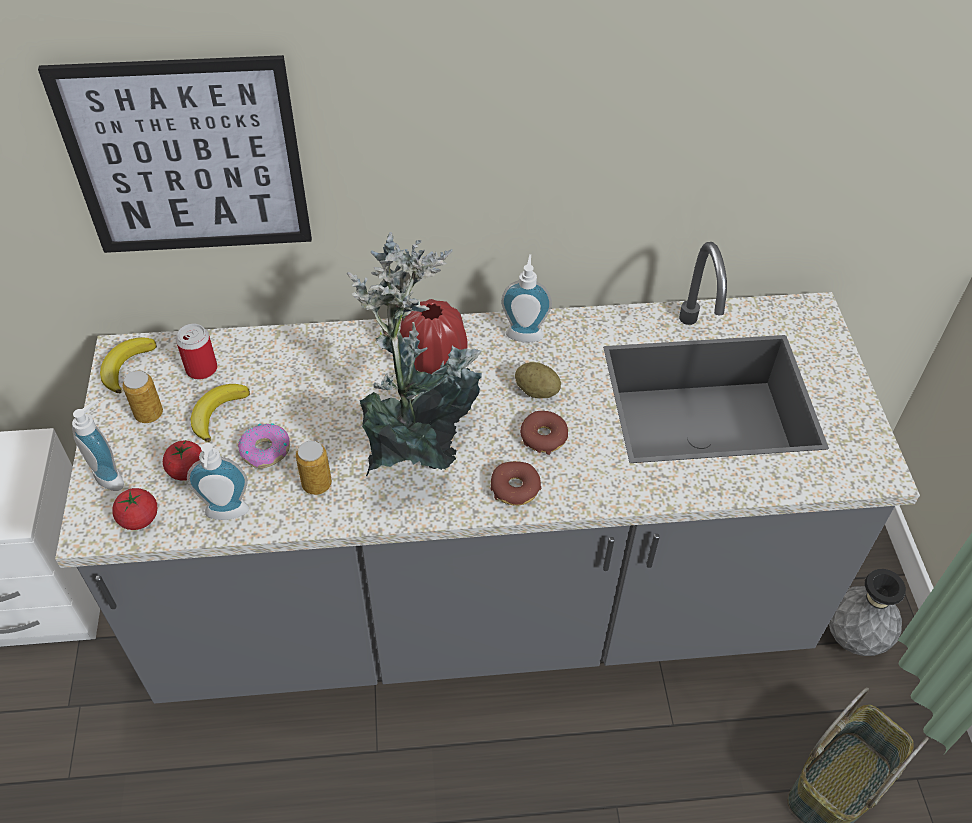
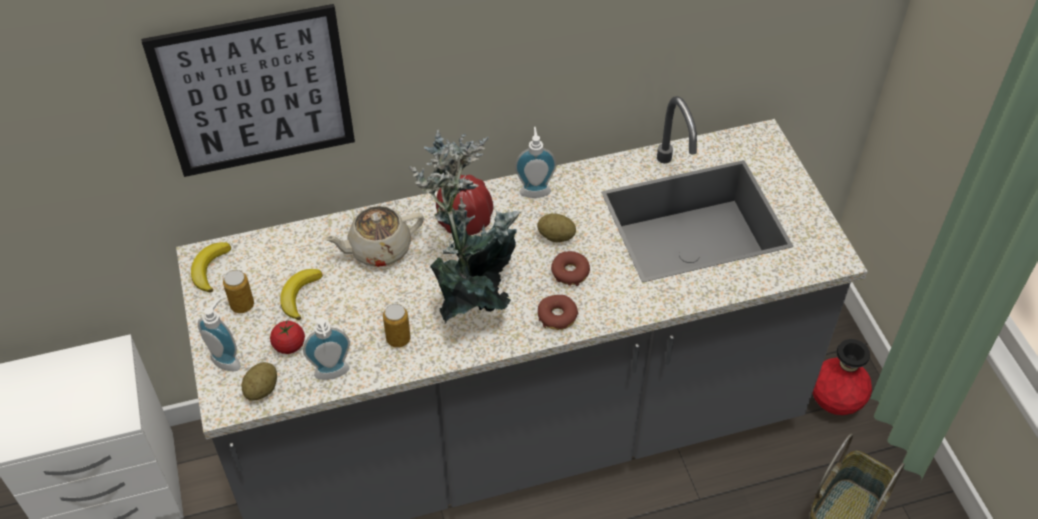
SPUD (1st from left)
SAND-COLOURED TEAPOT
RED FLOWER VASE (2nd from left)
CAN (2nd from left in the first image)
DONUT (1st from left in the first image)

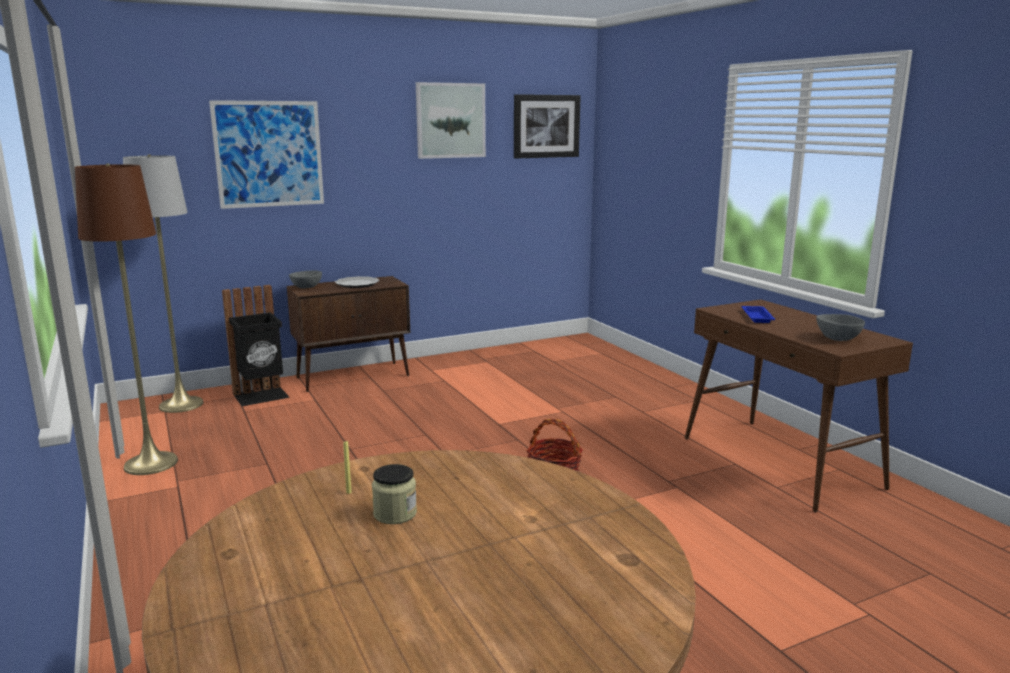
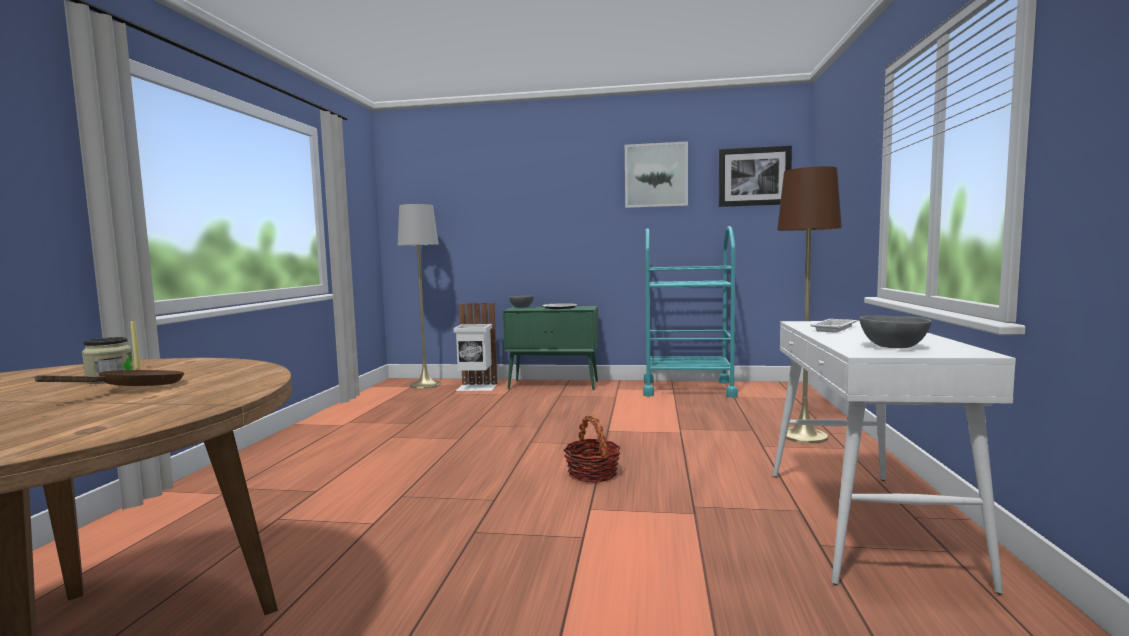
BROWNISH FRYING PAN
WHITISH WASTE BIN
GREEN STORAGE CABINET
TURQUOISE WHEELED CART
WHITISH NARROW TABLE
BROWNISH FLOOR LAMP
WHITISH CARRYING TRAY
WALL ART (1st from left in the first image)

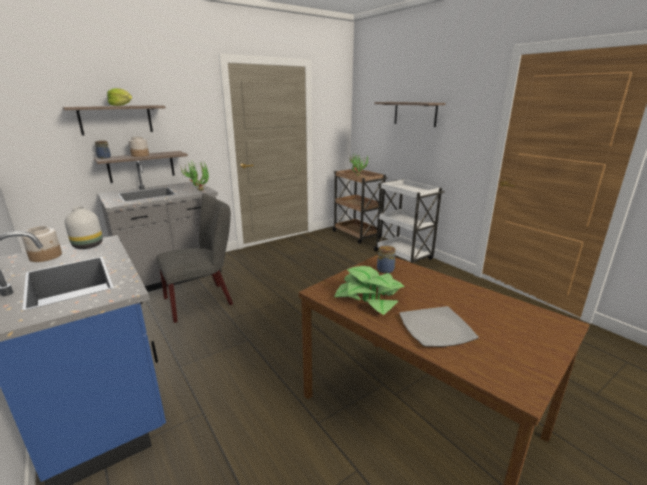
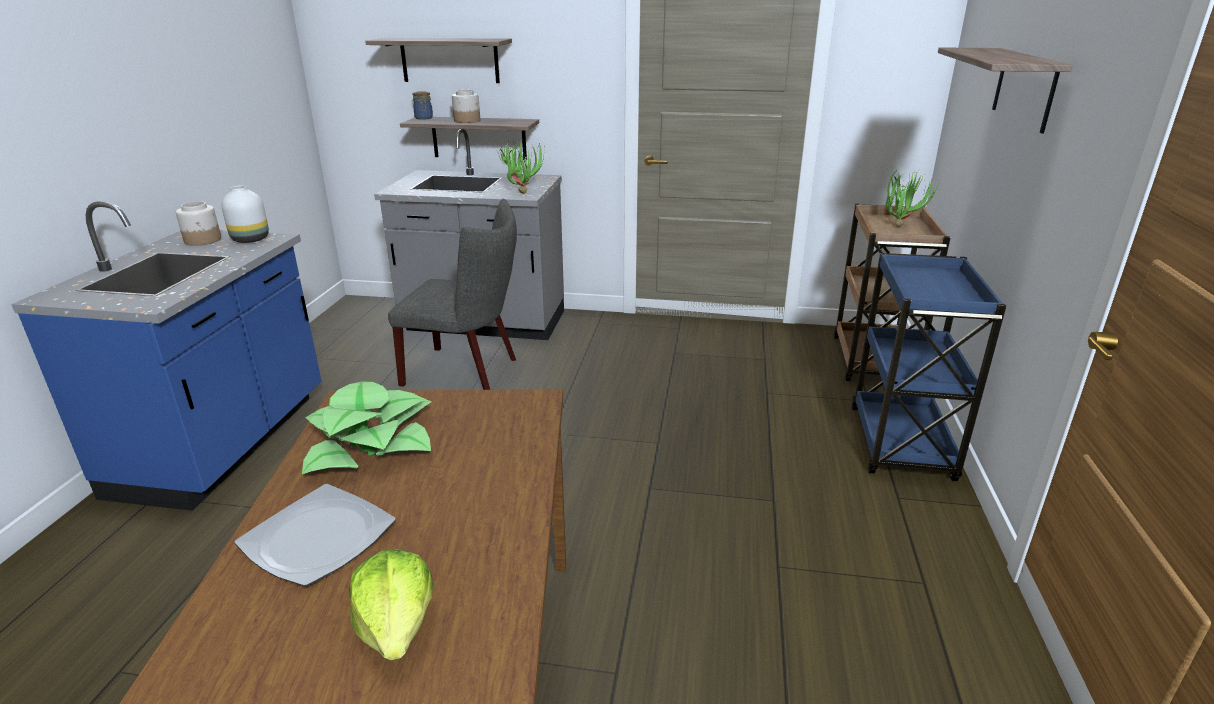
LETTUCE HEAD
BLUE WHEELED CART
JAR (4th from left in the first image)

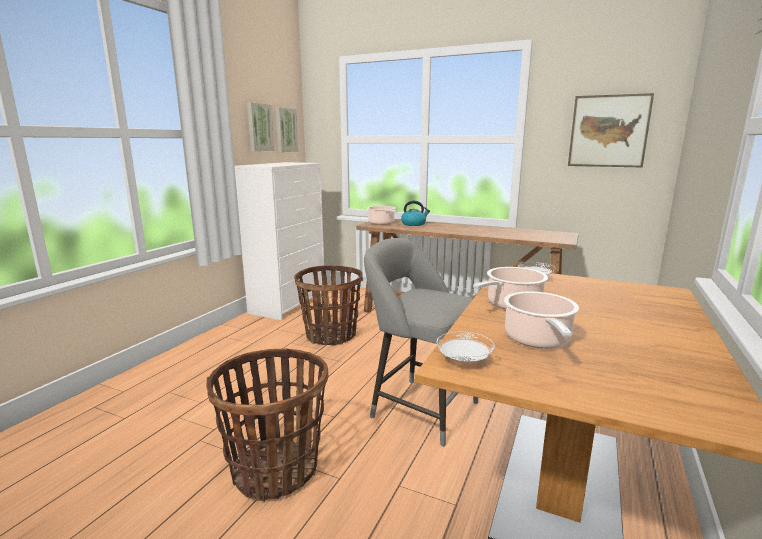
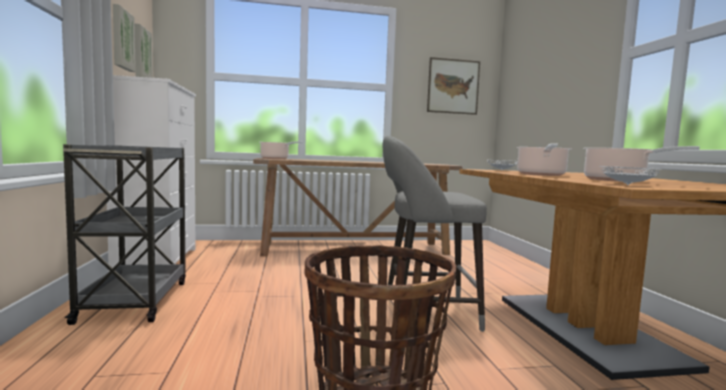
GRAY WHEELED CART
BASKET (2nd from left in the first image)
WATER KETTLE

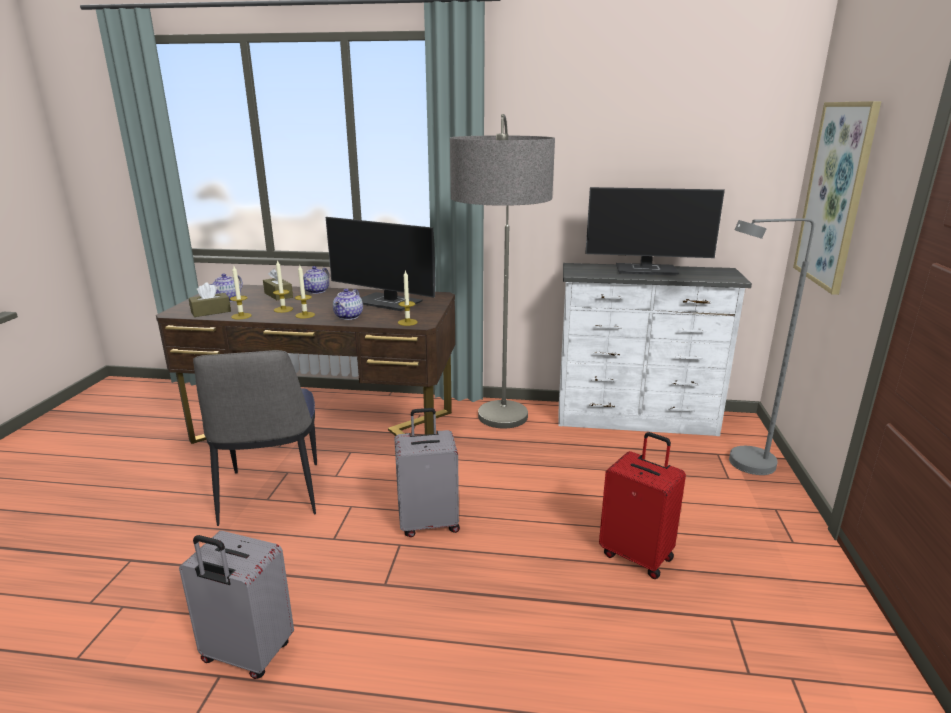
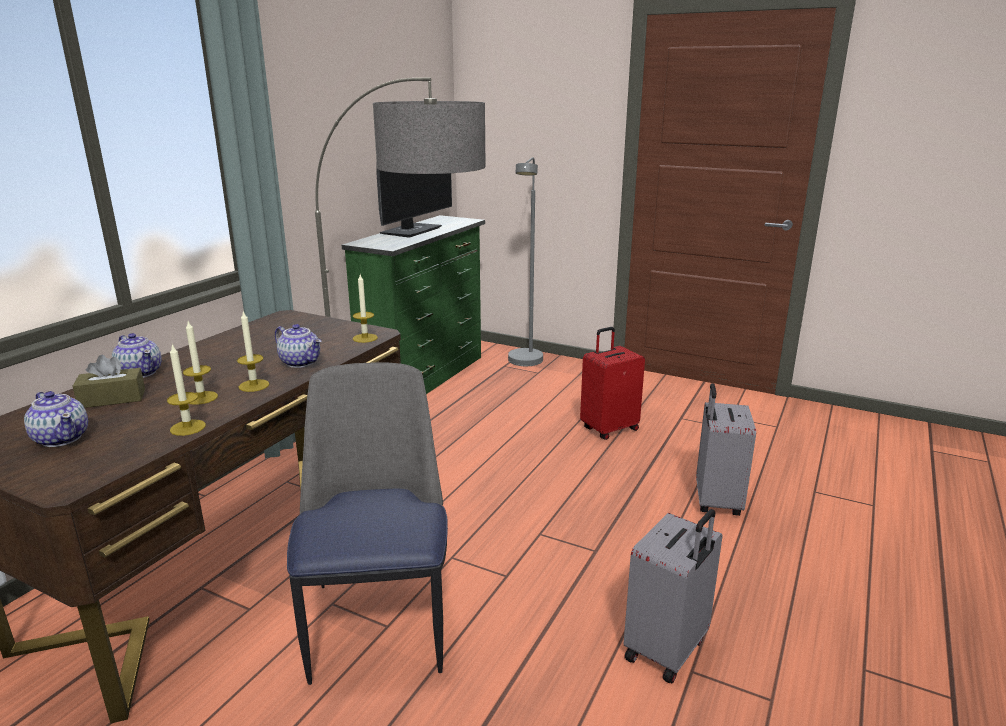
CHAIR
GREEN CHEST OF DRAWERS
GRAY TRAVEL CASE (2nd from left)
BROWNISH TISSUE HOLDER (1st from left in the first image)
MONITOR (1st from left in the first image)
WALL ART

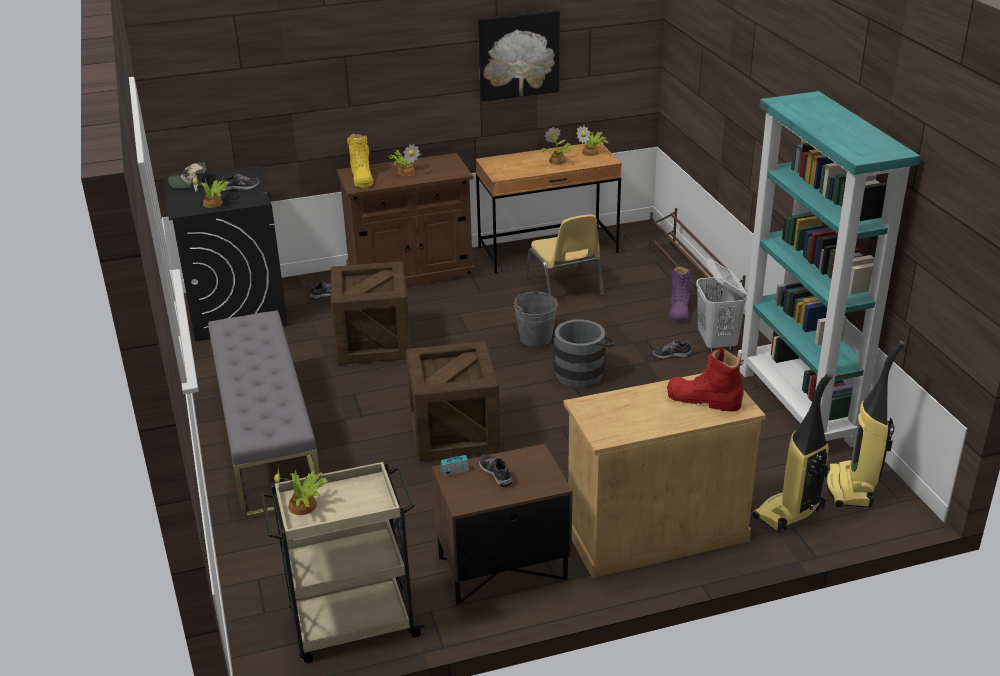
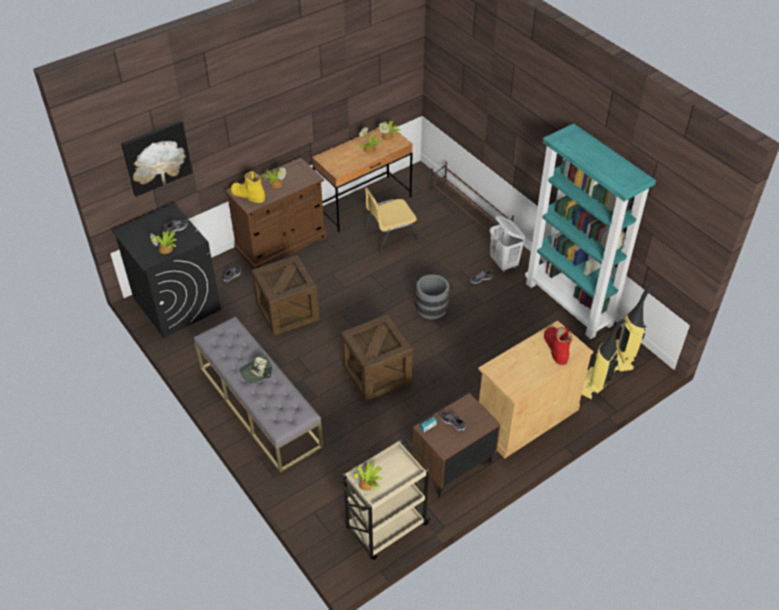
WALL ART
YELLOWISH HIGH-TOP BOOT
PEAKED CAP
YELLOWISH CHAIR
RED HIGH-TOP BOOT
GRAY PAIL (1st from left in the first image)
PURPLE HIGH-TOP BOOT

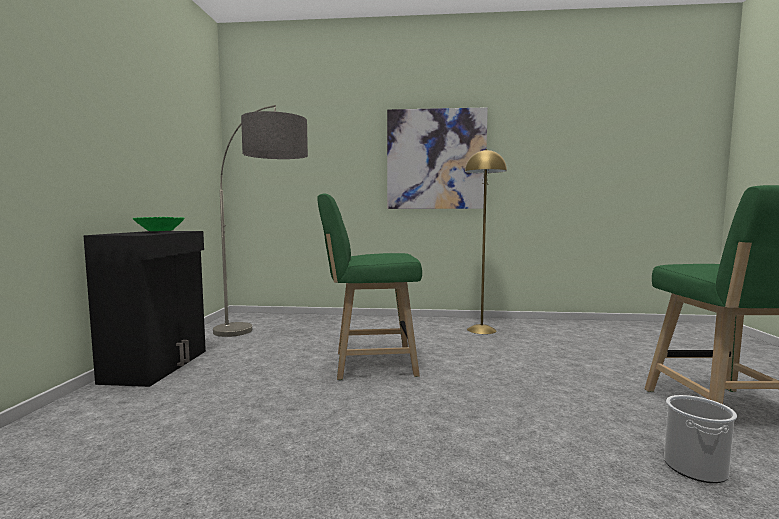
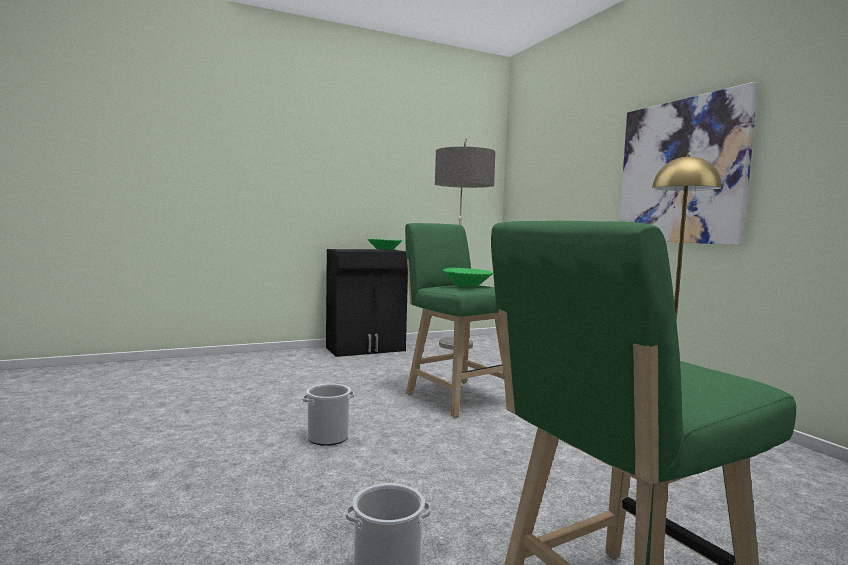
PAIL (1st from left)
GREEN BOWL (2nd from left)

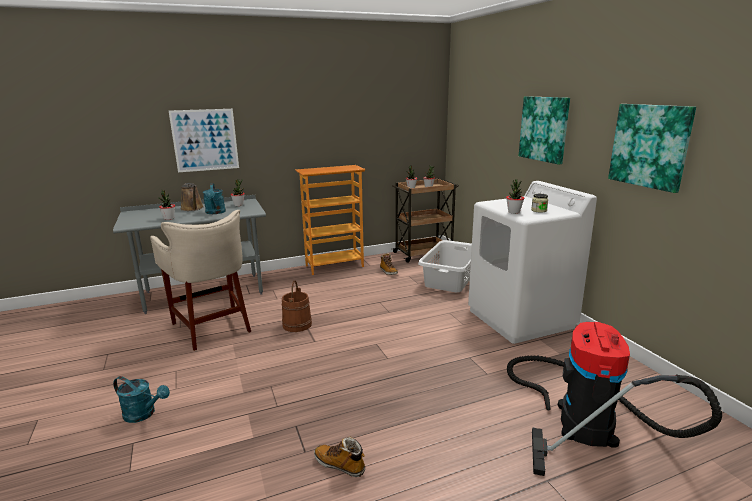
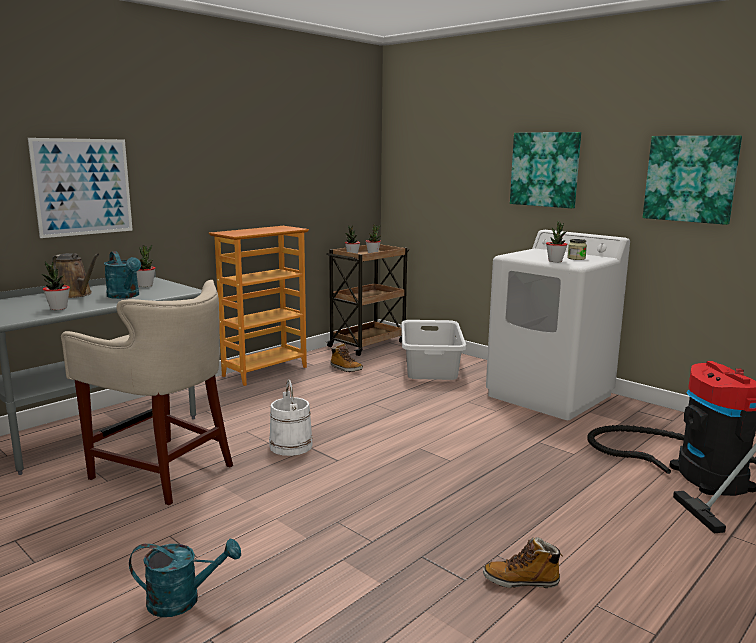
WHITISH PAIL

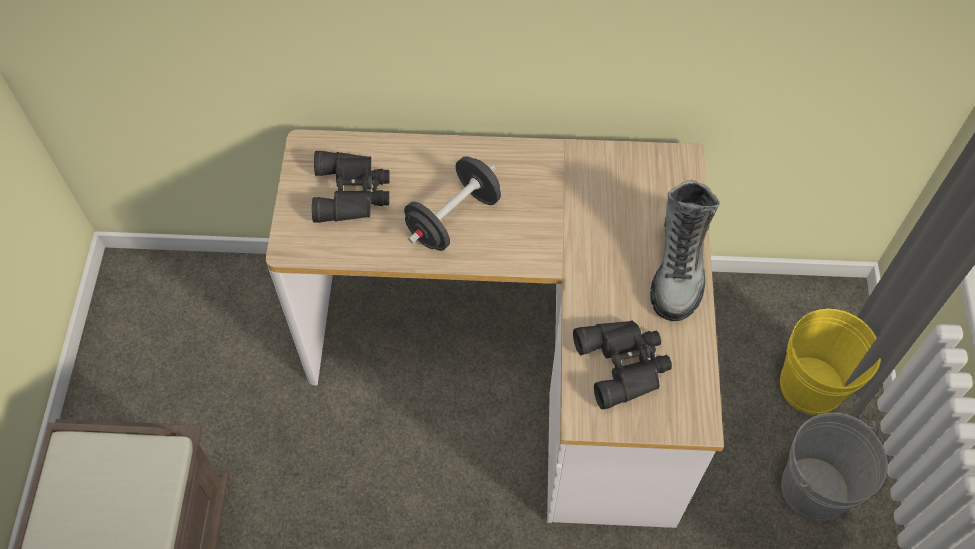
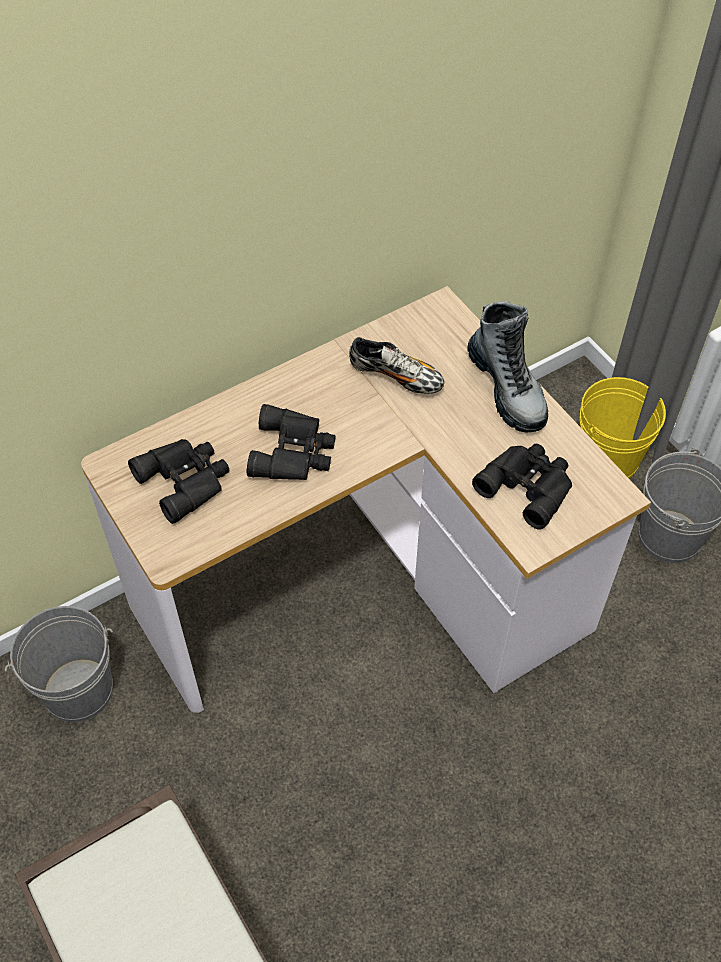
GRAY PAIL (1st from left)
BLACK-COLOURED PAIR OF BINOCULARS (2nd from left)
SHOE

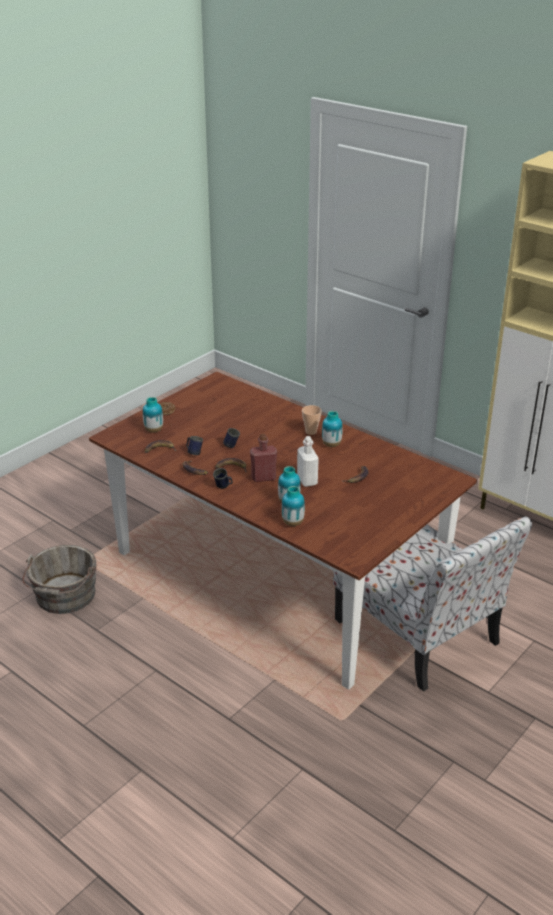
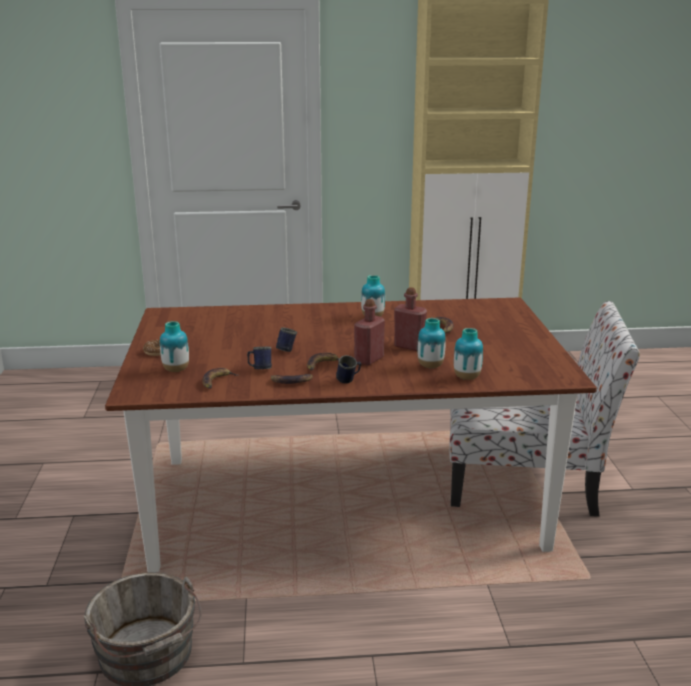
RED DRINK BOTTLE (2nd from left)
CUP

